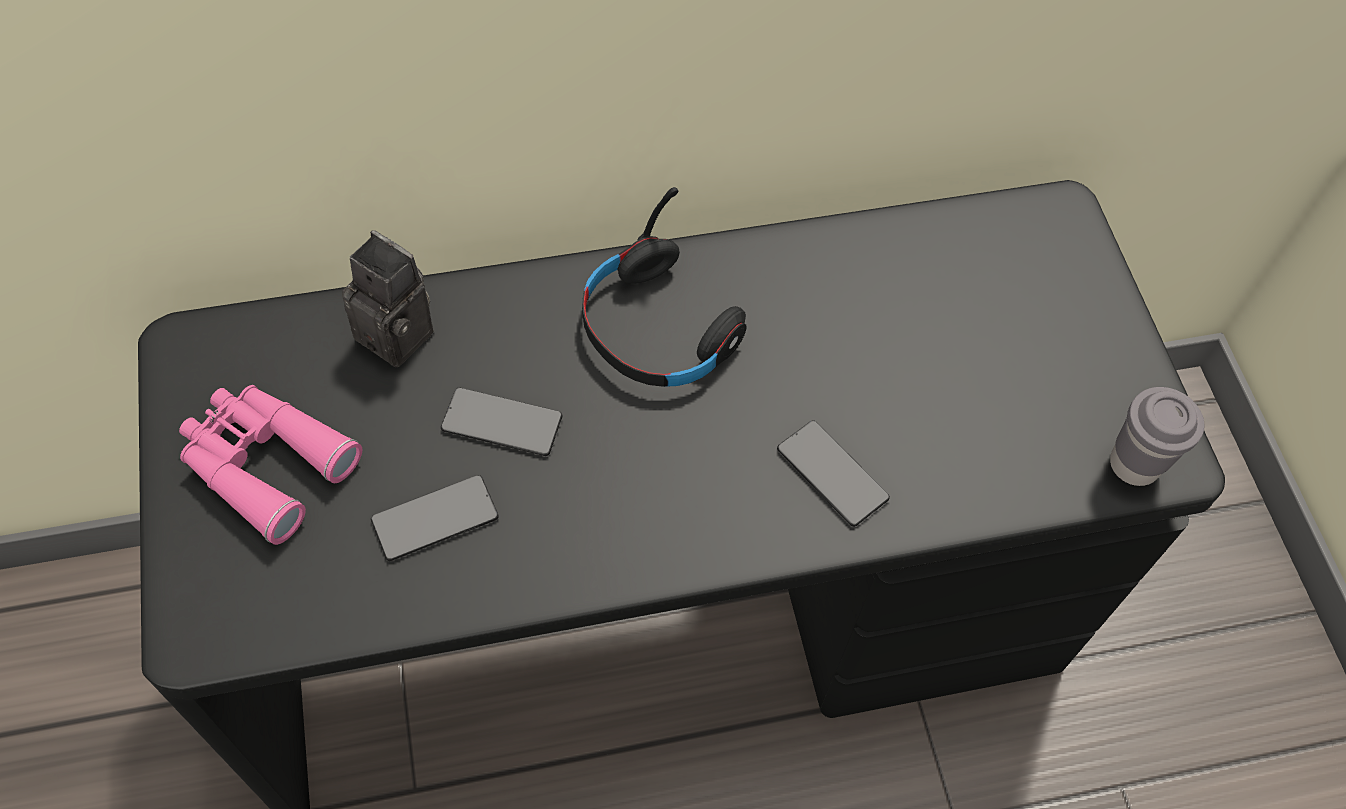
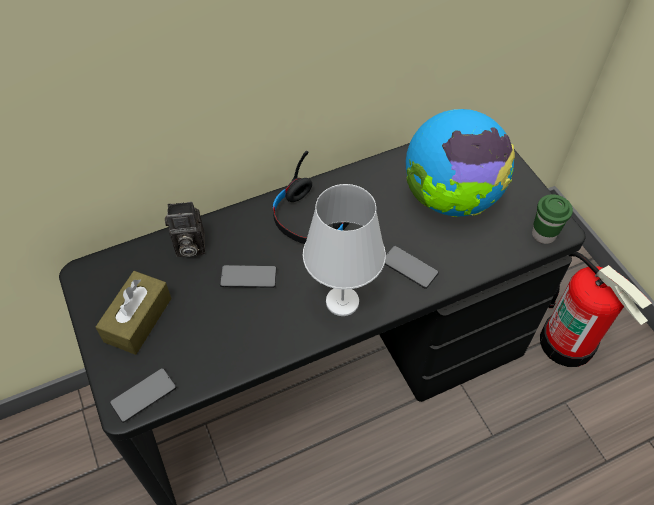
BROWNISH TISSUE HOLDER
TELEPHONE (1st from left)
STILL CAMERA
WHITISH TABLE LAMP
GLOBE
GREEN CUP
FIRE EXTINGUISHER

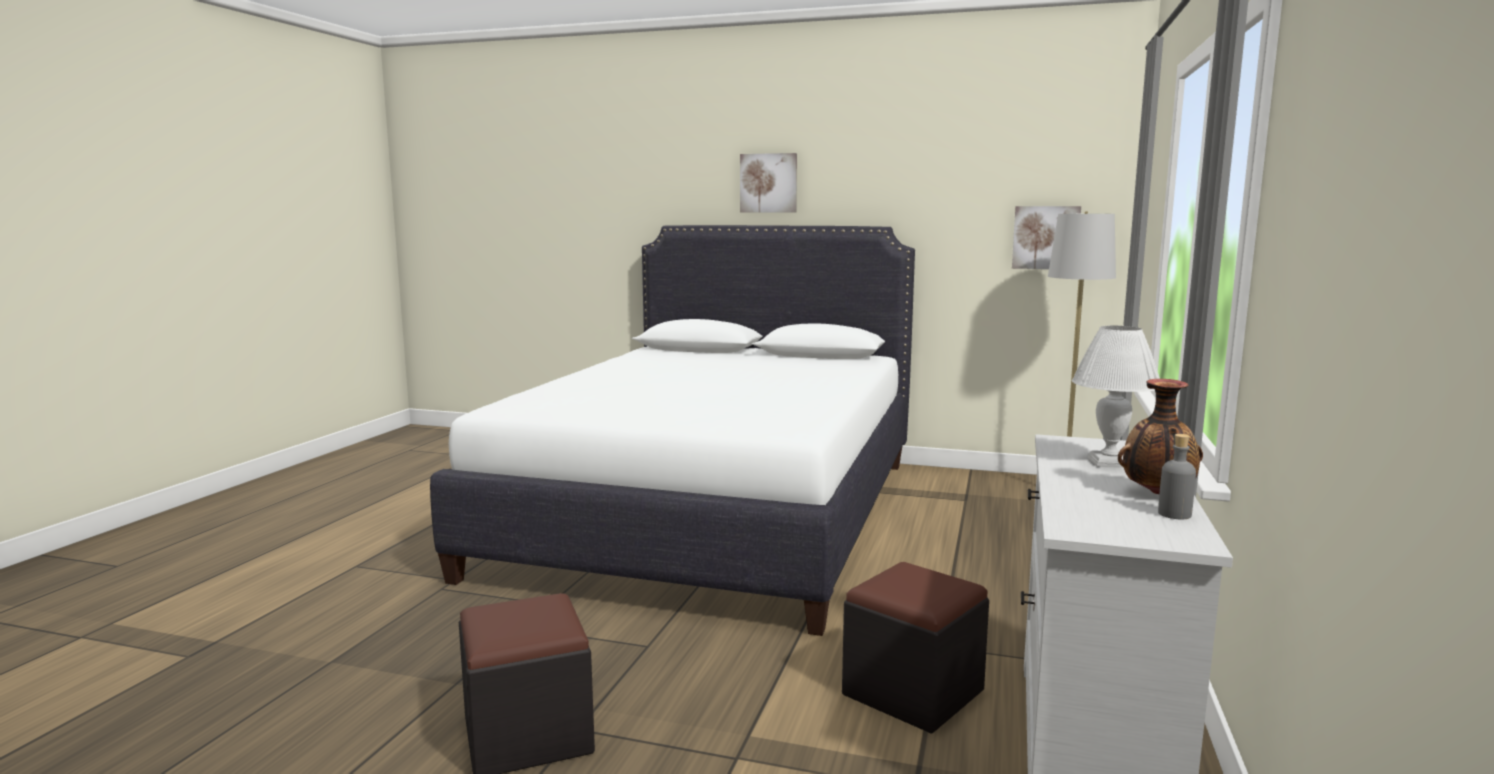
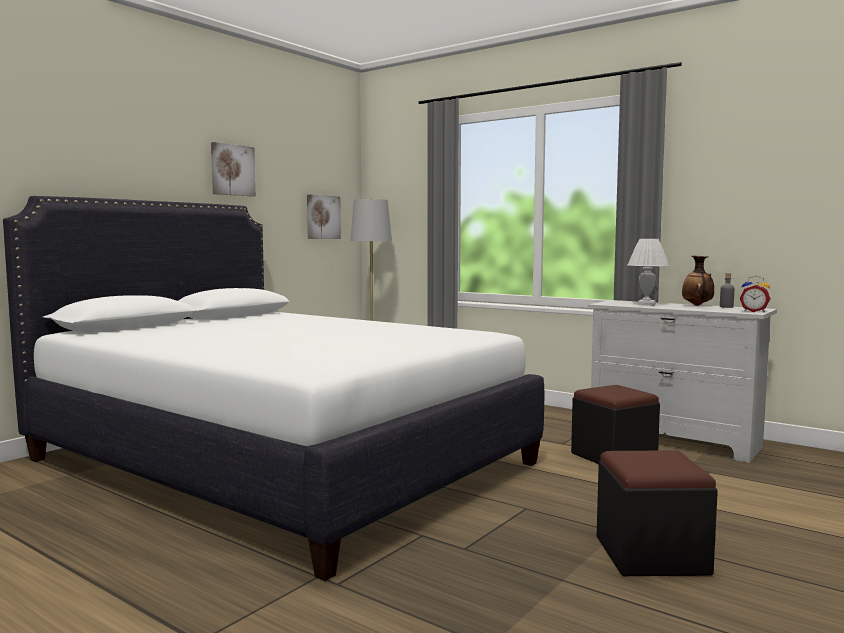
WALL ART (1st from left)
TABLE CLOCK

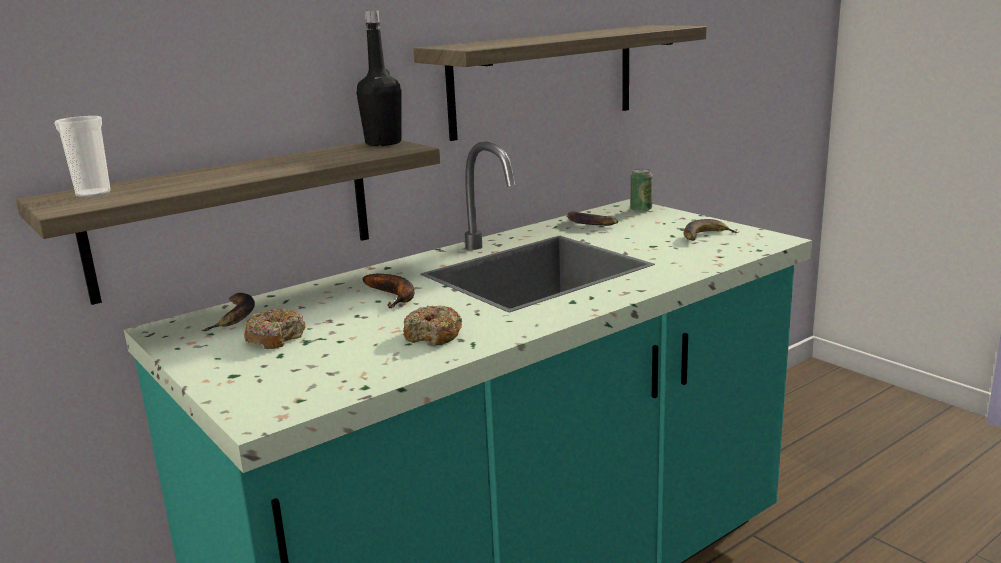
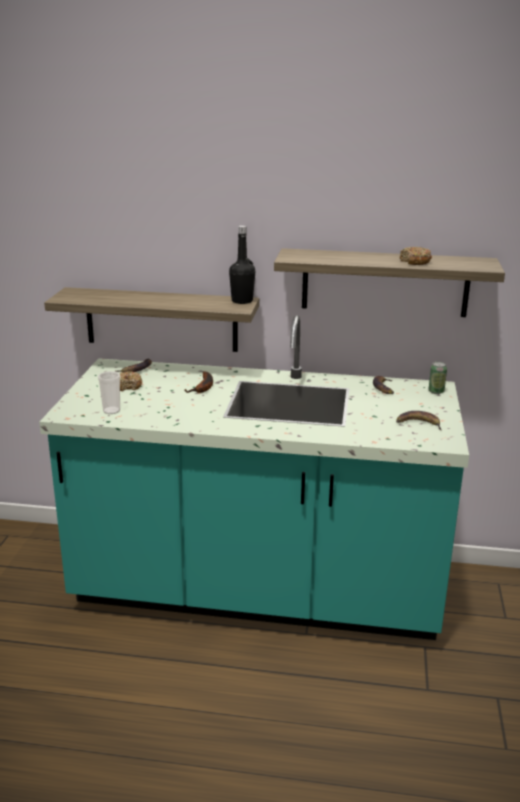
CUP
DONUT (2nd from left)

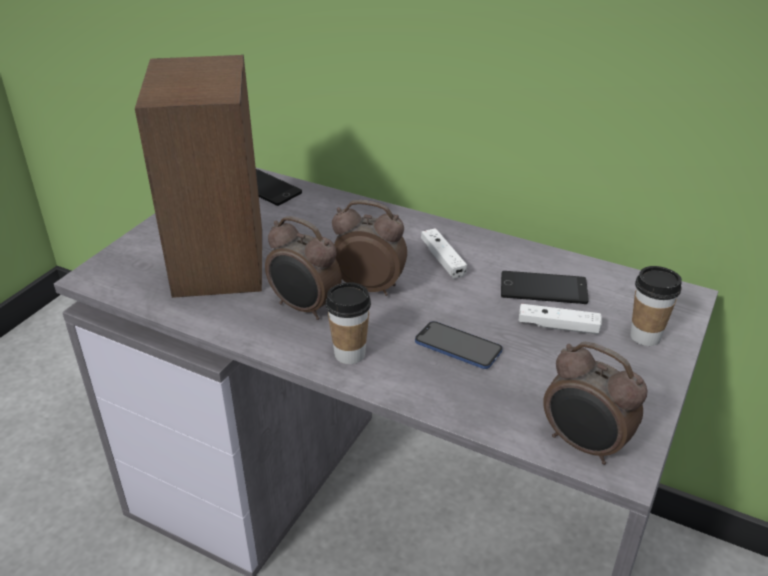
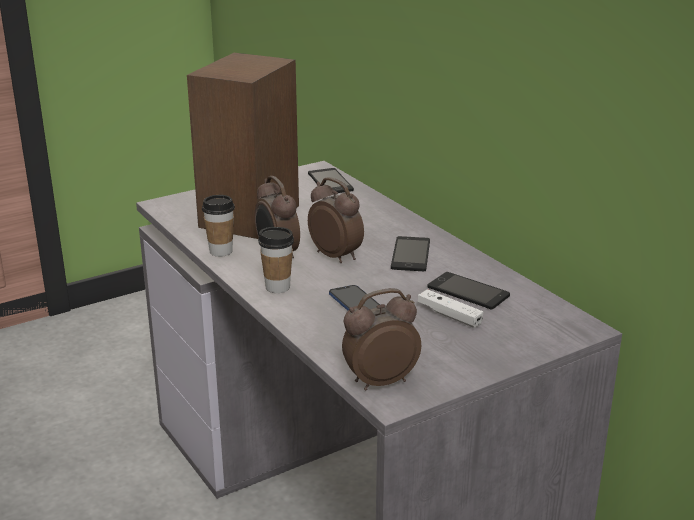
CUP (1st from left)
TABLE CLOCK (3rd from left)
TELEPHONE (3rd from left)

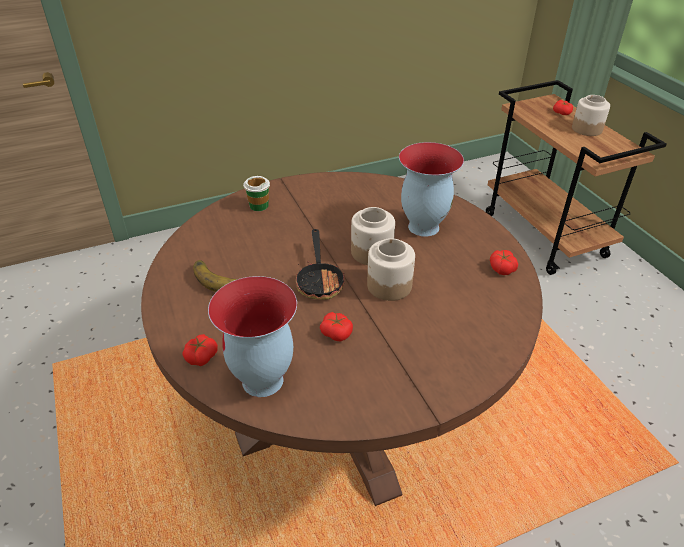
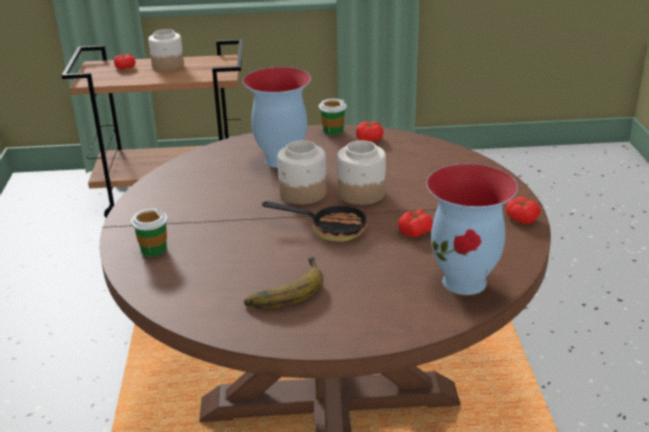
CUP (2nd from left)
TOMATO (4th from left)

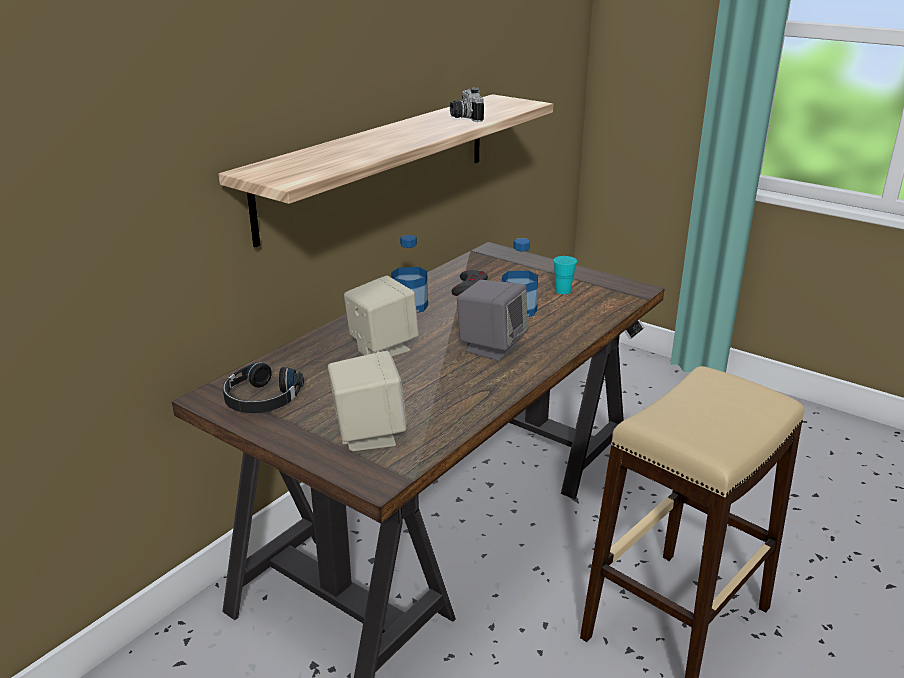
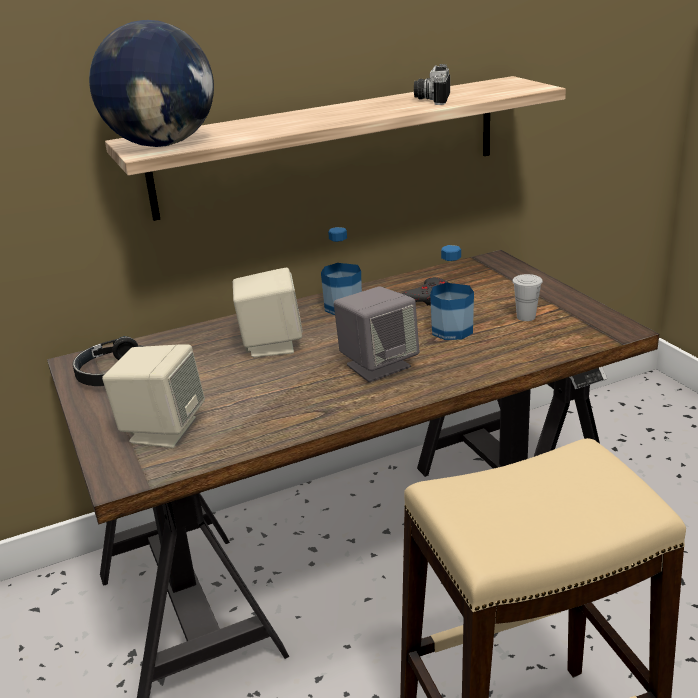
GLOBE
WHITISH CUP

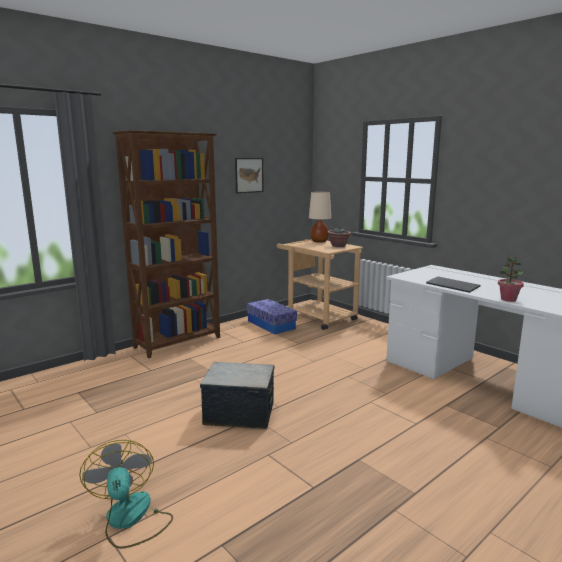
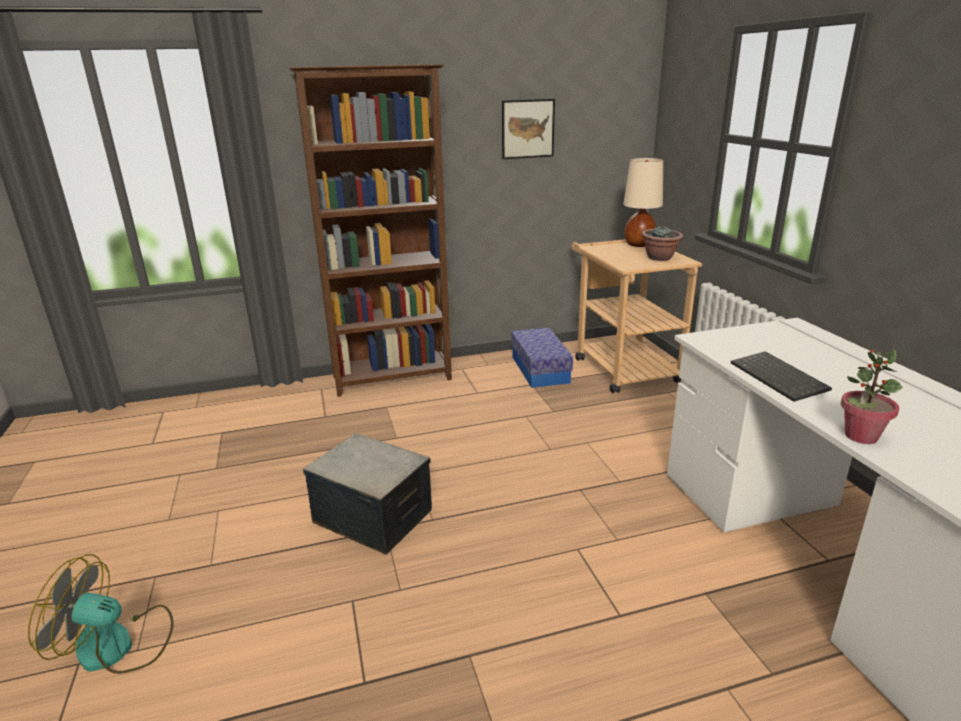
ELECTRIC FAN

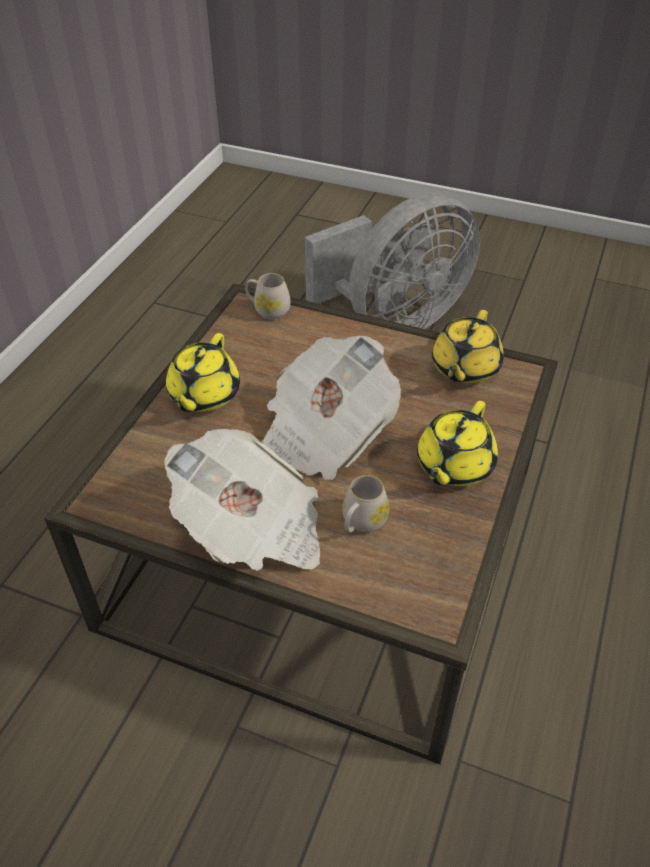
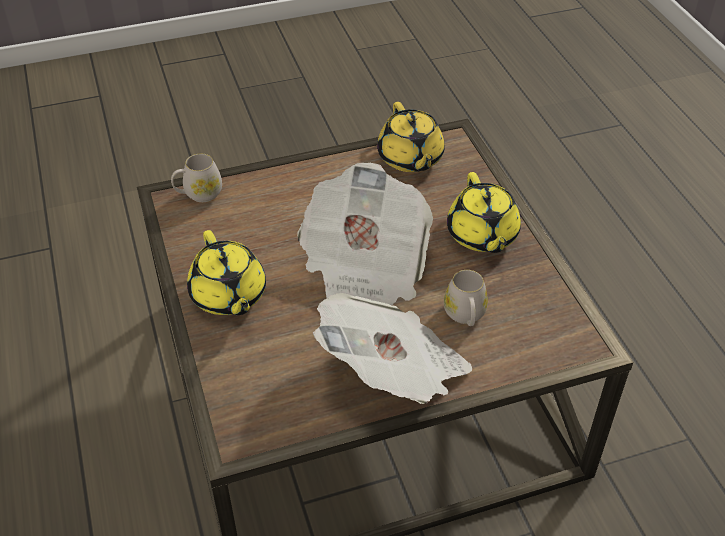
GRAY ELECTRIC FAN

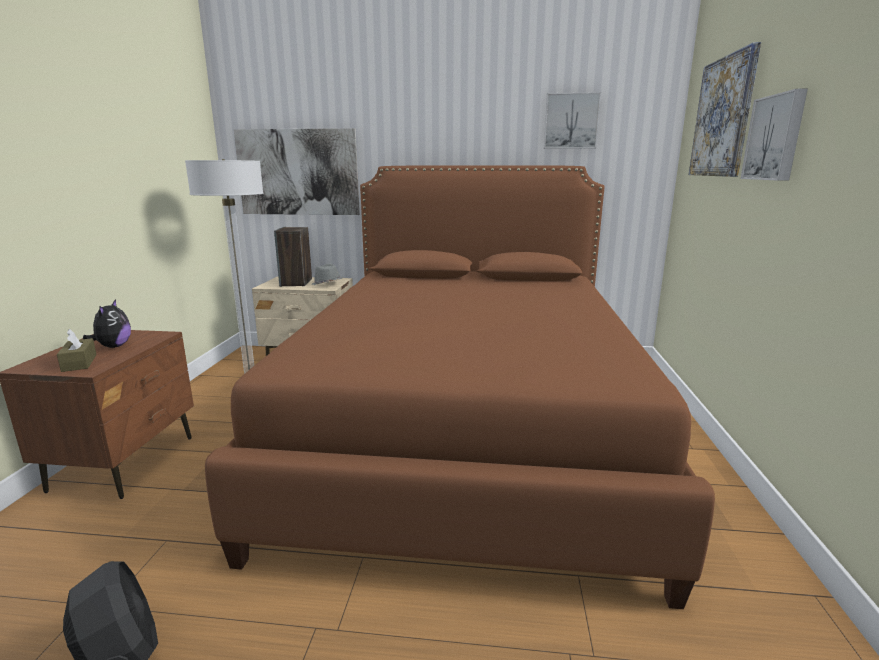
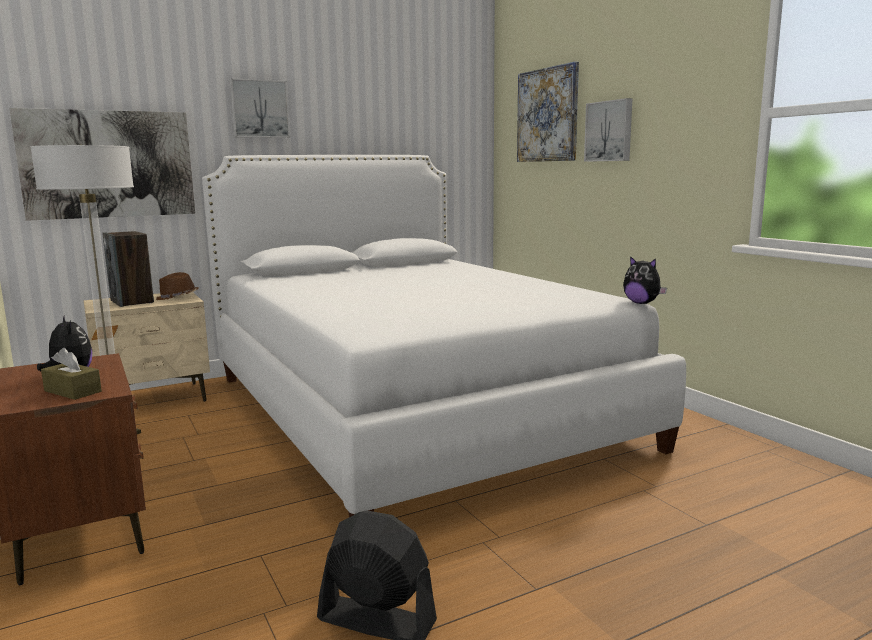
BROWNISH CLOTHING HAT
WHITISH BED
WALL ART (2nd from left)
SOFT TOY (2nd from left)

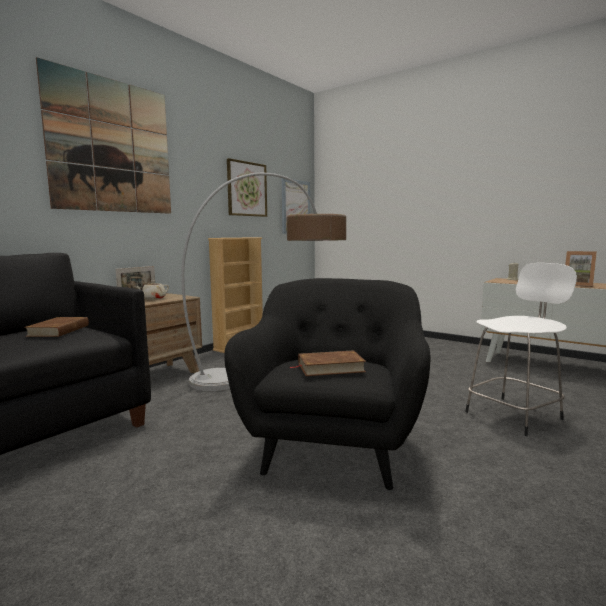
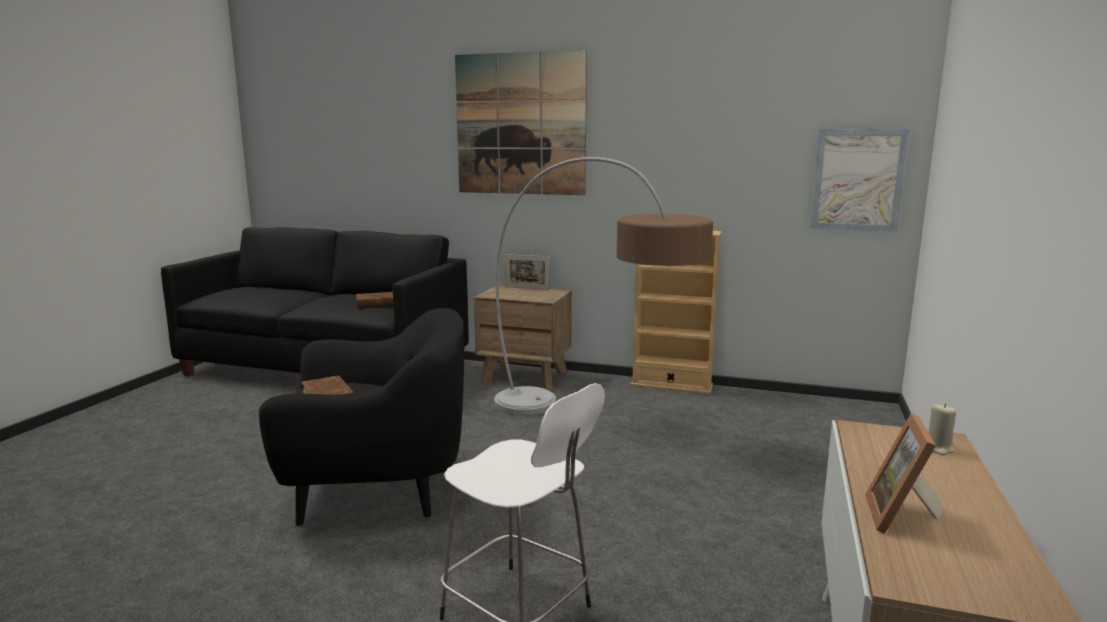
SAND-COLOURED TEAPOT
WALL ART (2nd from left in the first image)

